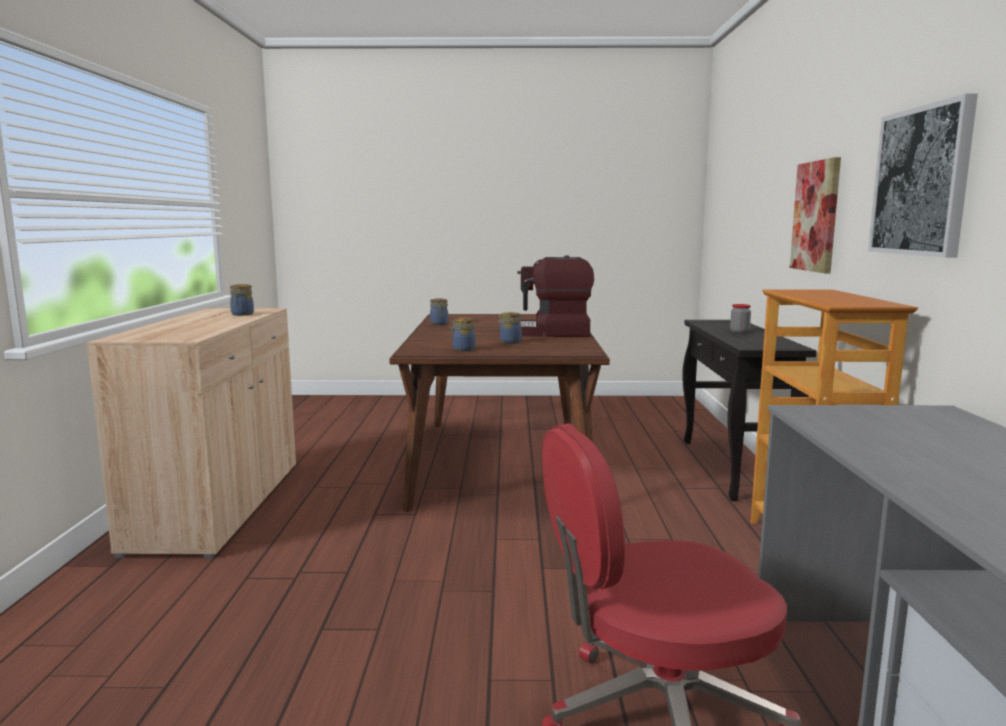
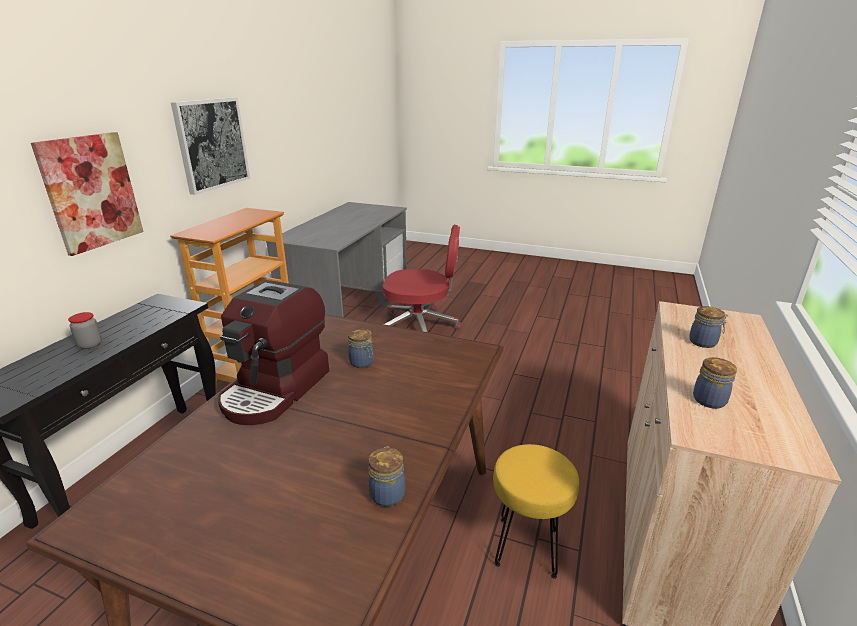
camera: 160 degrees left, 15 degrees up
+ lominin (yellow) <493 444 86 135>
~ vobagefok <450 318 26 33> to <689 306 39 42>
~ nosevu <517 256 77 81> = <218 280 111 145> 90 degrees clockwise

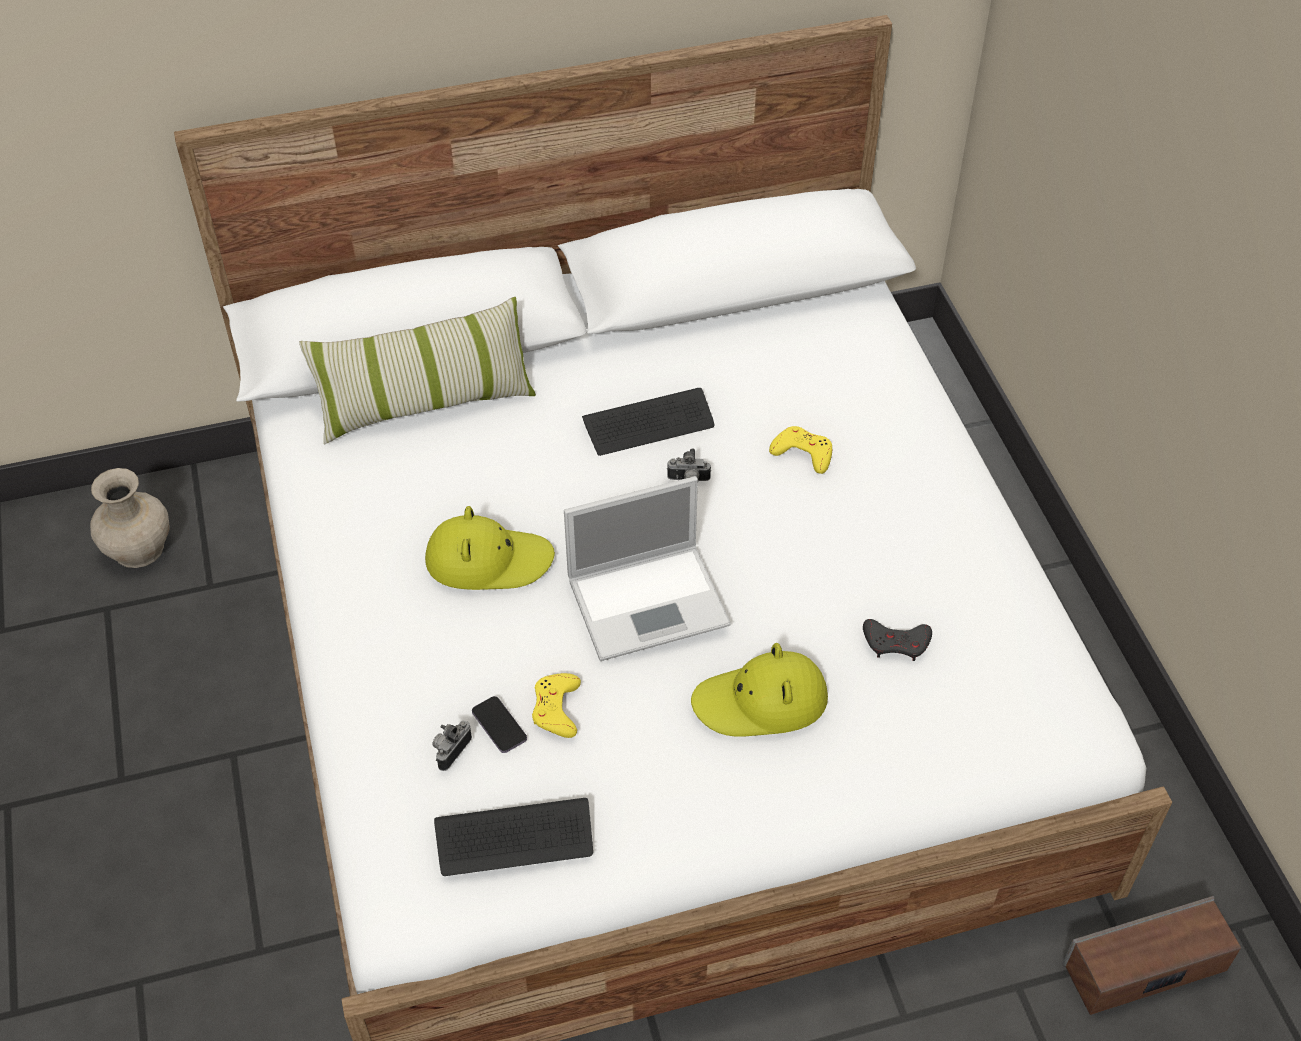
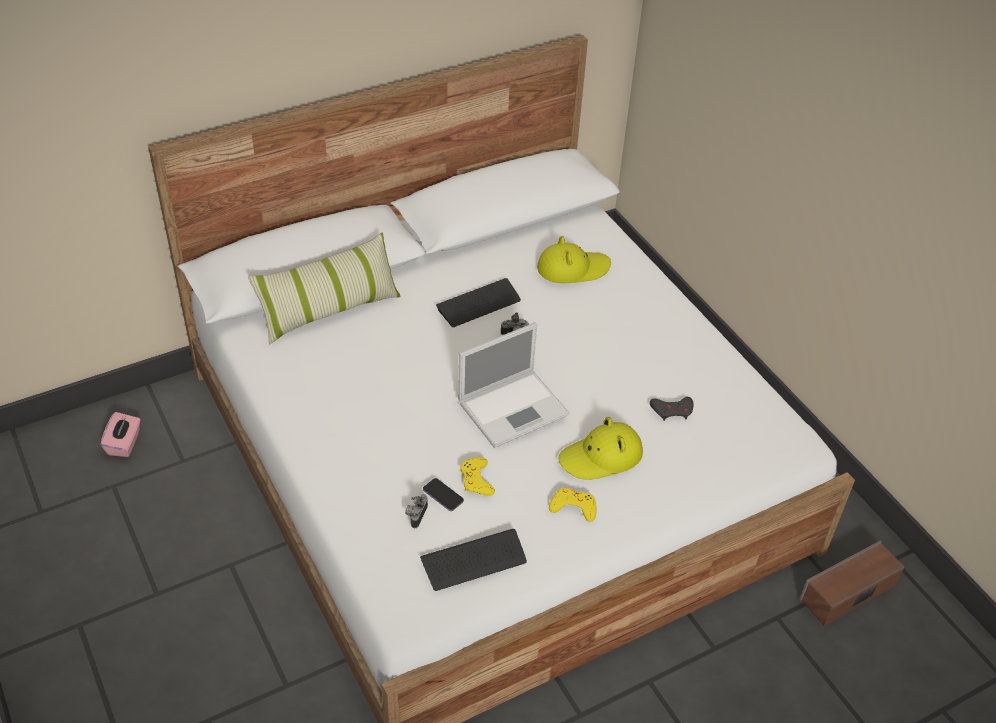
camera: 15 degrees left, 5 degrees down
~ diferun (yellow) <425 506 130 84> to <537 236 74 47>
~ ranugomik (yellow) <769 426 63 48> to <549 488 47 34>
~ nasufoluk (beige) <90 468 80 100> to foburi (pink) <101 412 40 45>

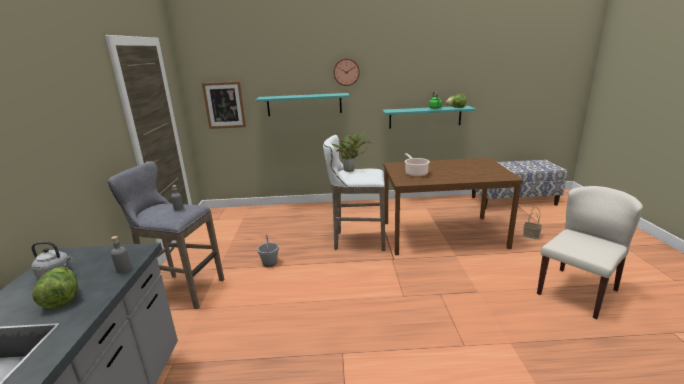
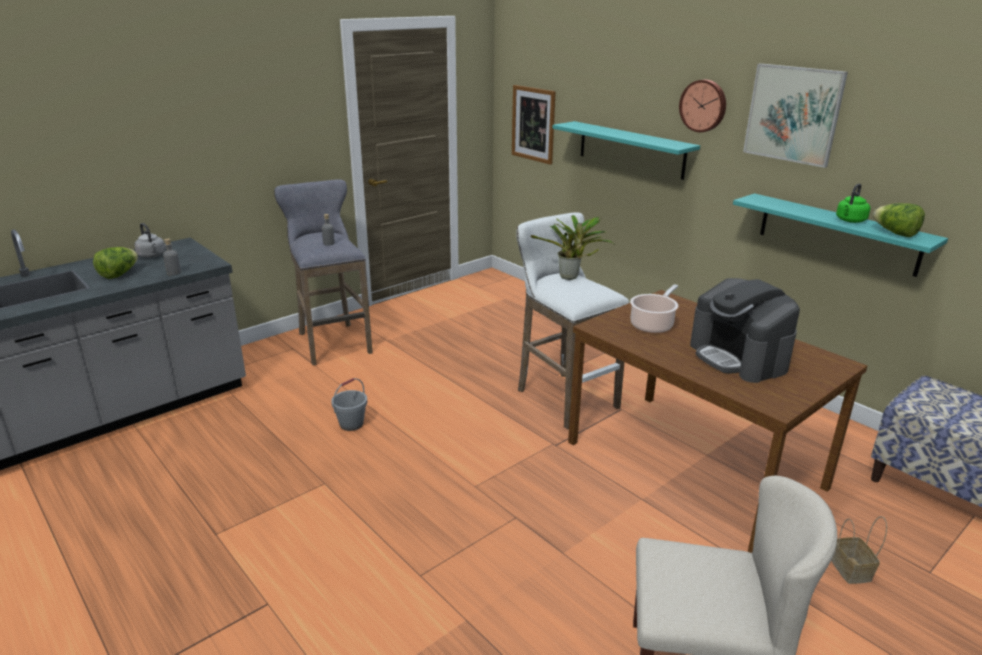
camera: 50 degrees right, 5 degrees up
+ nosevu <690 278 110 105>
+ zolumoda <743 63 105 105>
~ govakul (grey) <257 234 22 33> to <331 378 37 53>

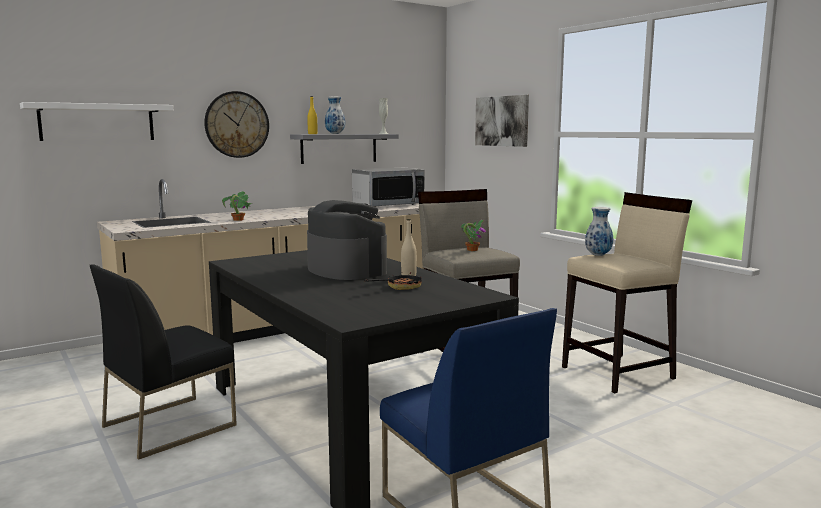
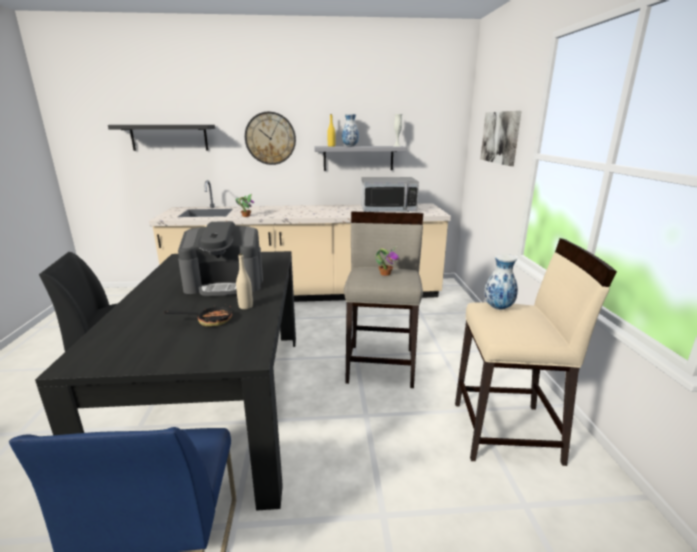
camera: 30 degrees right, 10 degrees up
~ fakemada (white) <20 102 153 39> to fakemada (black) <108 125 107 26>
~ nosevu <307 200 80 80> = <178 221 85 75> 90 degrees clockwise

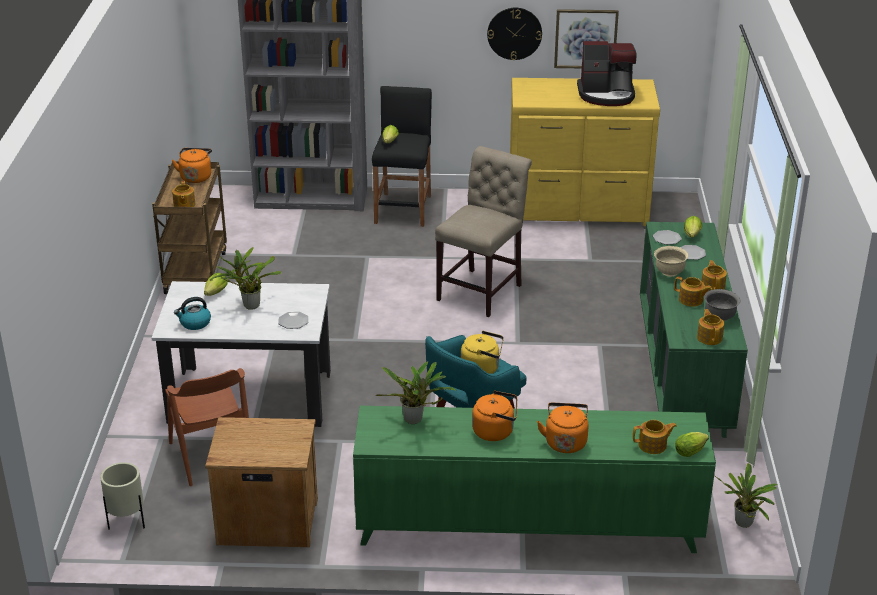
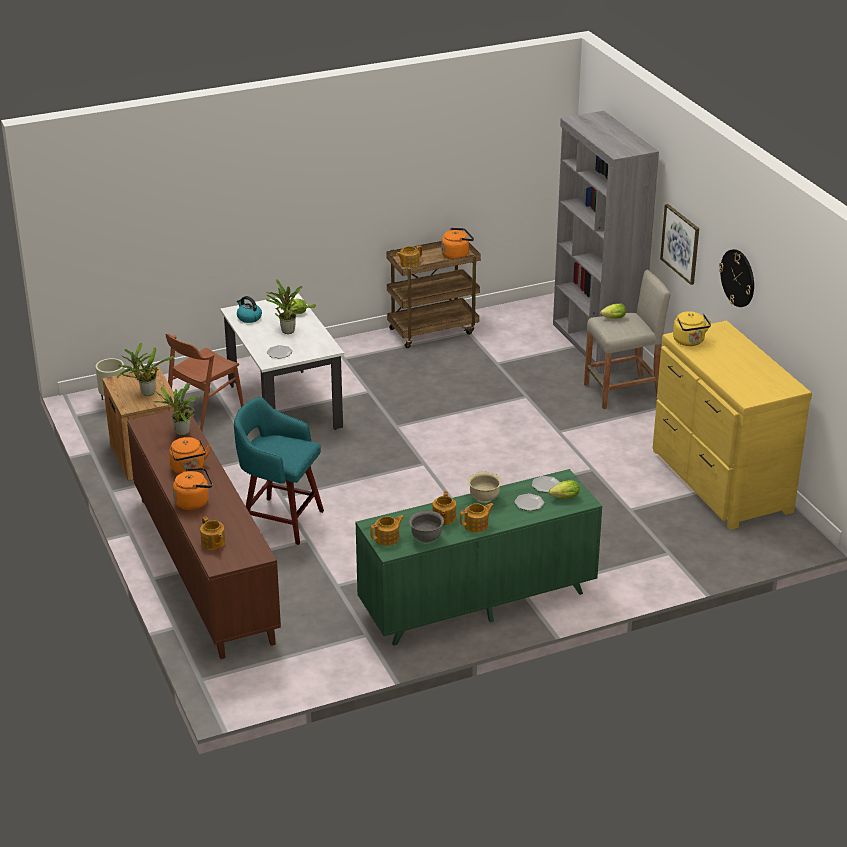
camera: 65 degrees right, 0 degrees up
- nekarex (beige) <435 146 97 171>
- nosevu <577 41 60 65>
- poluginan <675 432 34 25>
~ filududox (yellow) <461 331 43 43> to <673 311 38 35>
~ zolumoda <554 9 65 59> to <660 204 39 81>
~ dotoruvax <714 463 64 65> to <117 342 58 54>
~ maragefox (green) <353 406 363 147> to maragefox (brown) <127 409 154 250>
~ lominin (black) <372 86 60 141> to lominin (beige) <584 270 87 139>

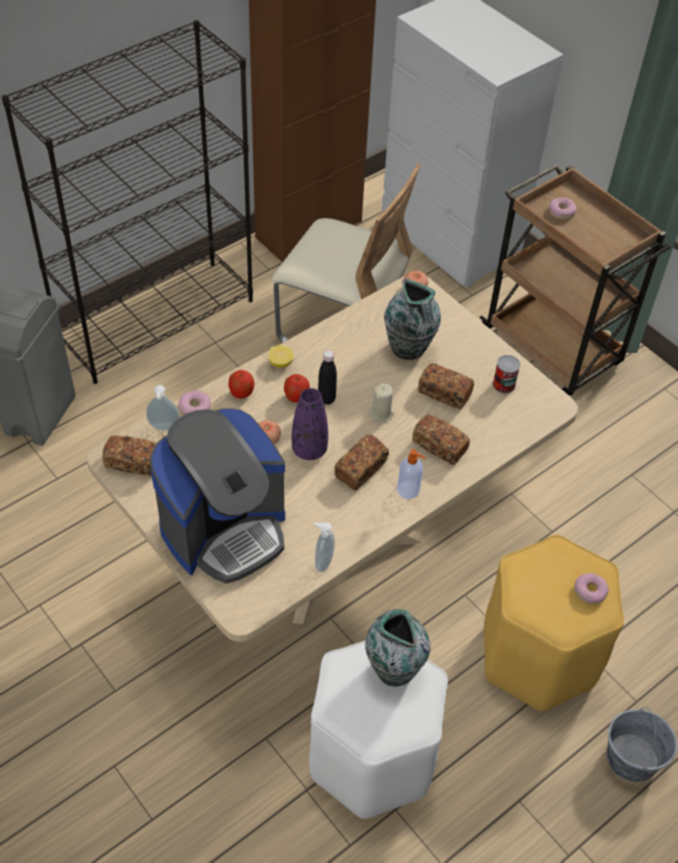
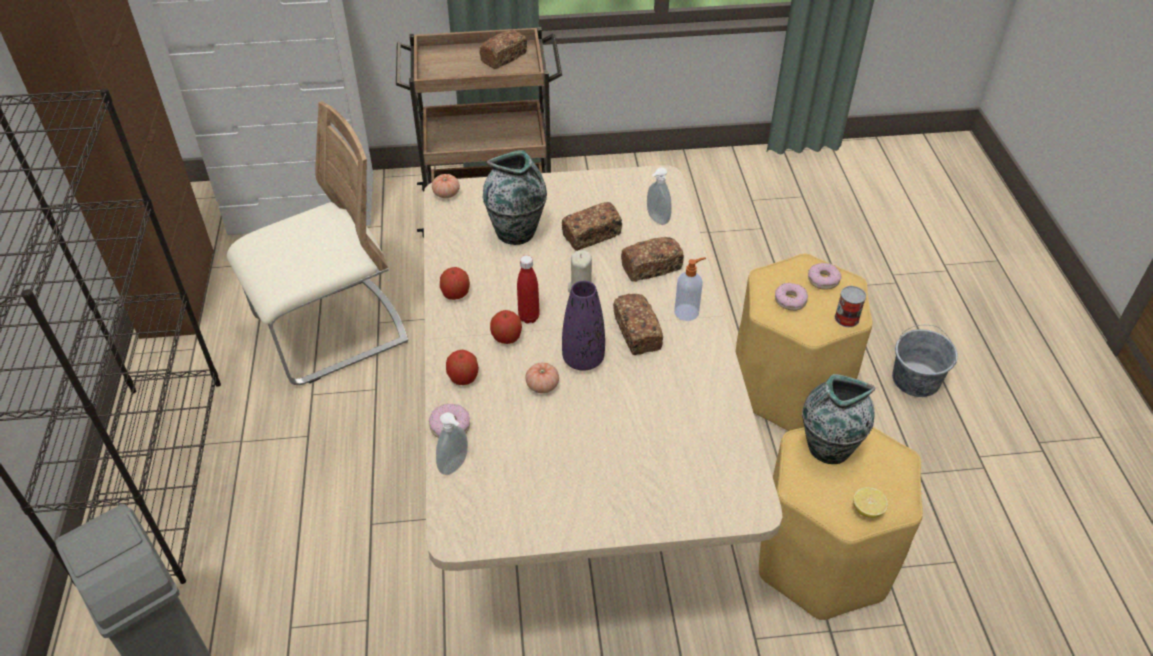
camera: 55 degrees left, 5 degrees down
- nosevu <150 408 135 176>
+ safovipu <440 267 30 33>
~ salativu <102 436 55 40> to <479 30 48 39>
~ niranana <268 345 26 22> to <853 487 35 31>
~ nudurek <314 522 21 50> to <647 167 24 58>
~ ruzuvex <493 355 27 38> to <835 286 31 41>
~ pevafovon <549 197 28 23> to <775 283 33 28>
~ lominin (white) <309 640 139 179> to lominin (yellow) <759 427 164 193>
~ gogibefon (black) <318 350 19 55> to gogibefon (red) <517 255 23 69>

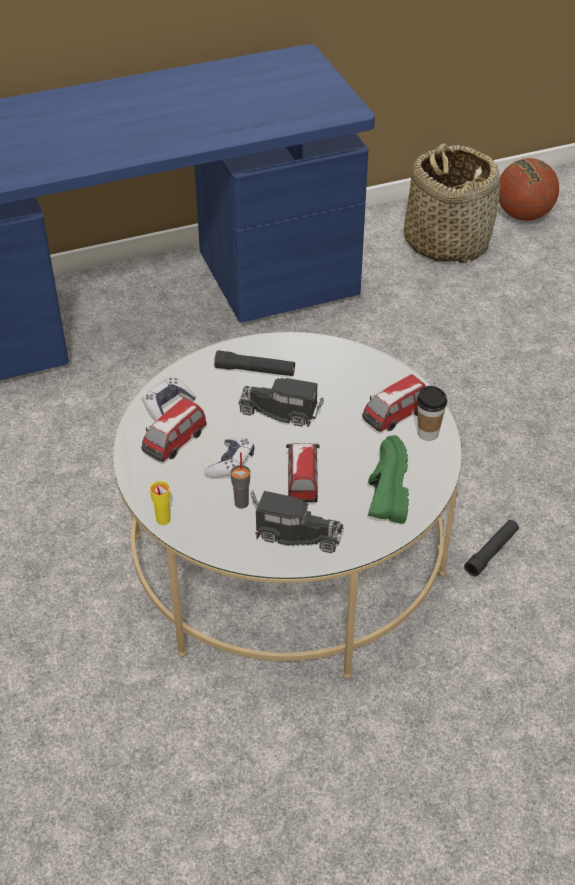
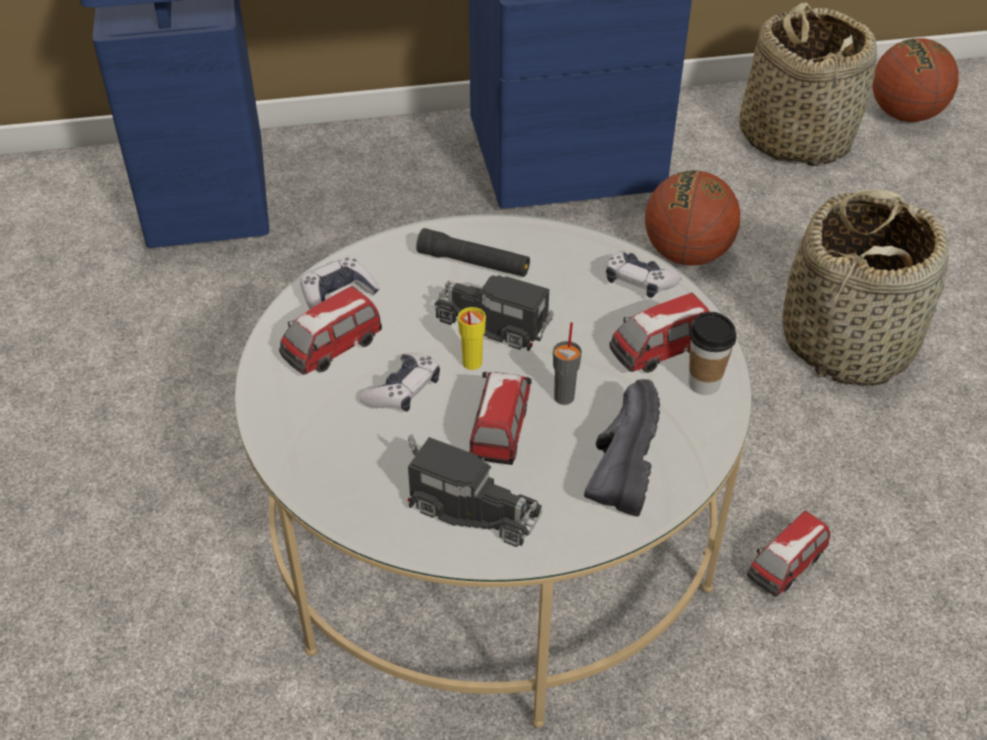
camera: 10 degrees right, 0 degrees up
+ ranugomik <606 251 75 47>
+ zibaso <645 170 96 96>
+ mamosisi <782 190 167 196>
~ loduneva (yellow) <150 481 21 44> to <458 307 28 63>
~ loduneva (grey) <231 452 19 57> to <553 322 29 83>
~ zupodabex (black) <464 520 55 57> to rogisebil <747 511 83 86>
~ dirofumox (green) <368 435 41 89> to dirofumox (black) <584 379 76 138>

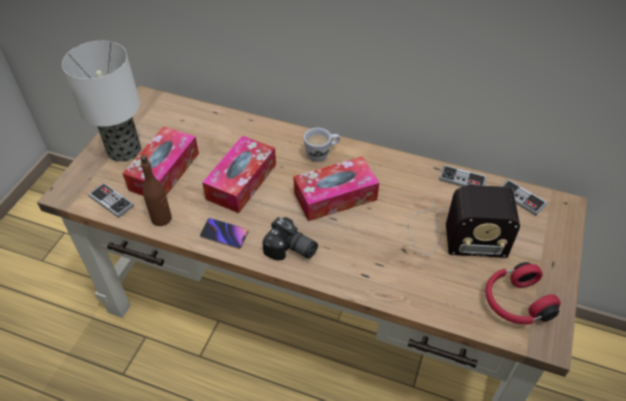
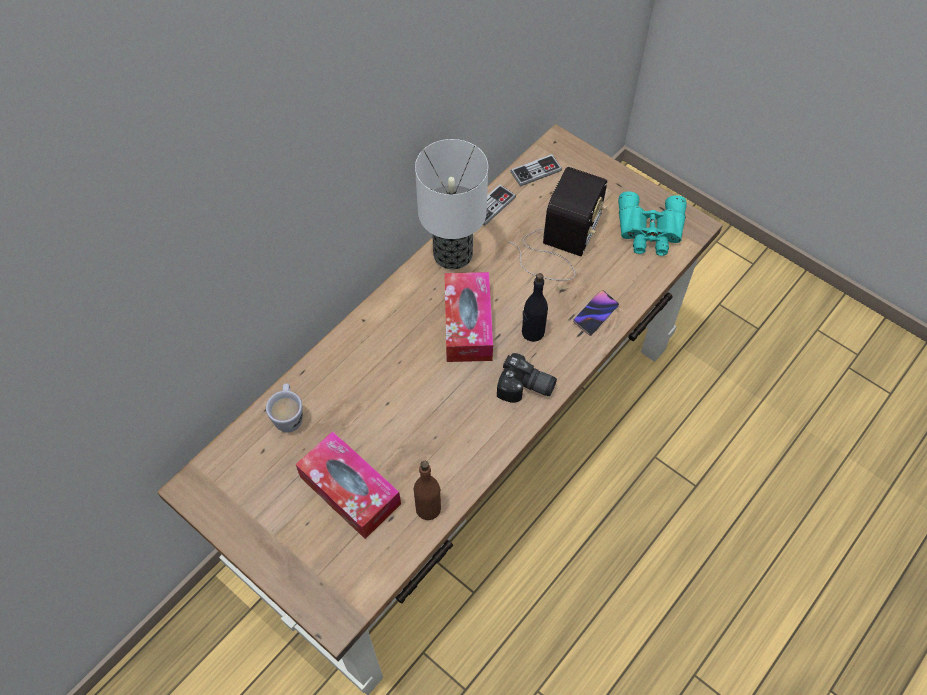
camera: 70 degrees left, 10 degrees up
- ranugomik <88 183 46 35>
- foburi <202 136 74 77>
+ gogibefon (black) <522 273 26 69>
~ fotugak <62 41 79 121> to <415 139 73 130>
~ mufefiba <200 218 48 31> to <573 290 46 46>
~ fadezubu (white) <304 128 36 34> to <266 383 37 49>
~ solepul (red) <485 262 76 62> to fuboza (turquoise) <618 191 69 65>
~ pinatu <262 217 56 44> = <497 353 60 50> 60 degrees clockwise

